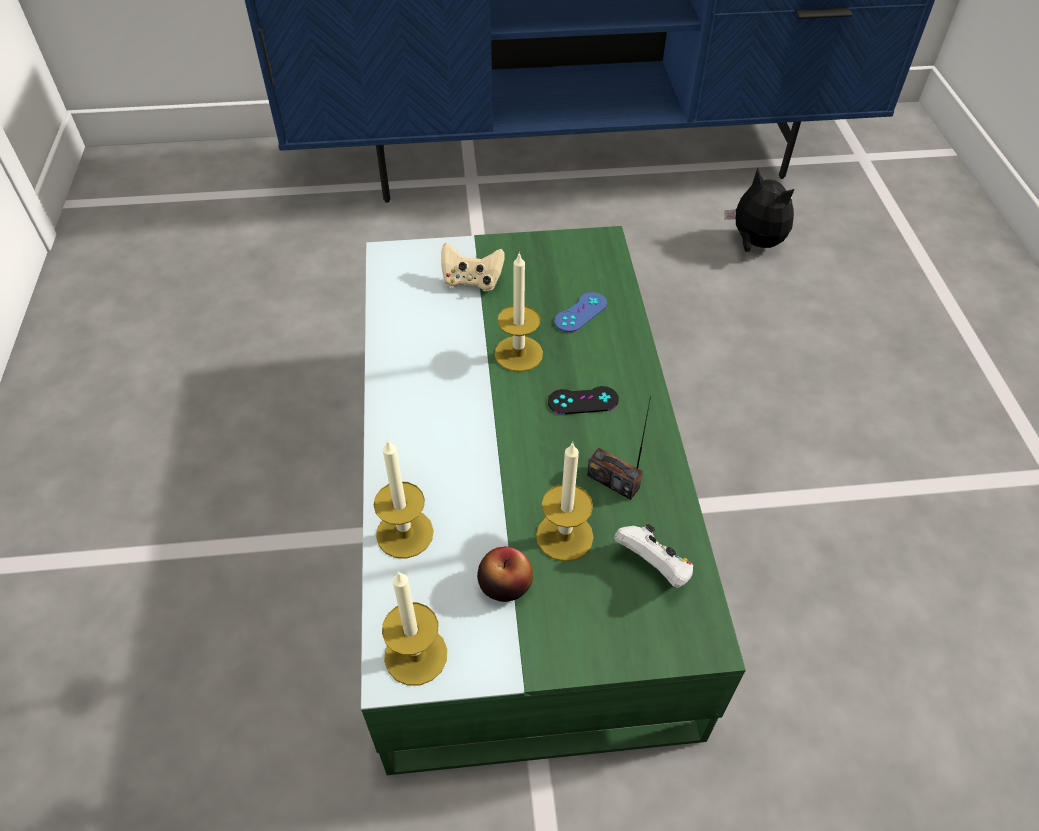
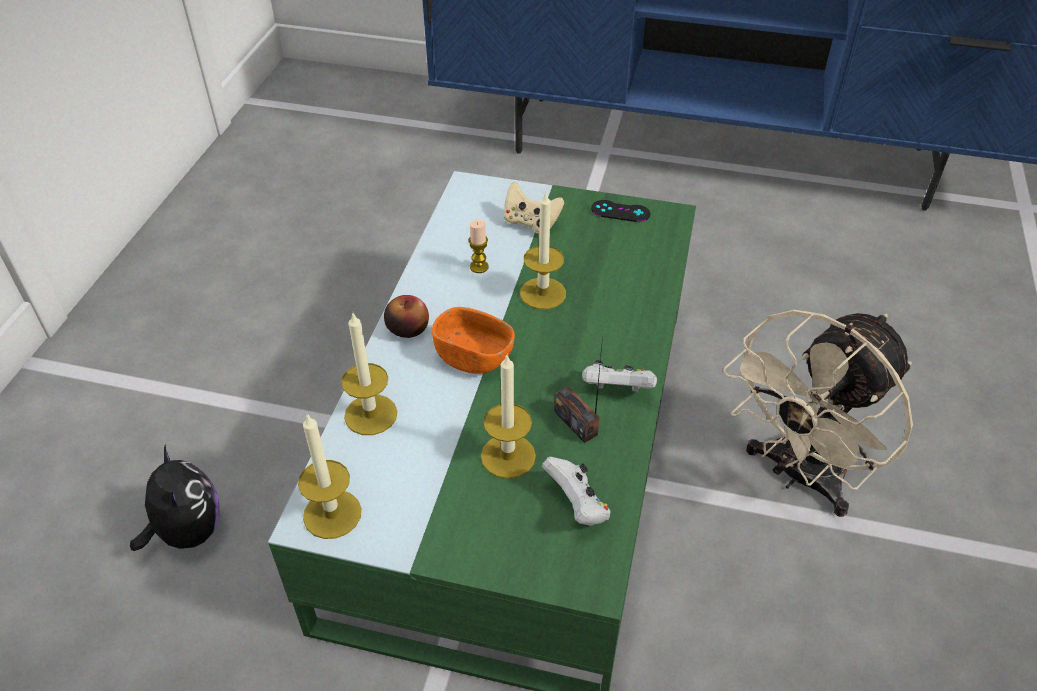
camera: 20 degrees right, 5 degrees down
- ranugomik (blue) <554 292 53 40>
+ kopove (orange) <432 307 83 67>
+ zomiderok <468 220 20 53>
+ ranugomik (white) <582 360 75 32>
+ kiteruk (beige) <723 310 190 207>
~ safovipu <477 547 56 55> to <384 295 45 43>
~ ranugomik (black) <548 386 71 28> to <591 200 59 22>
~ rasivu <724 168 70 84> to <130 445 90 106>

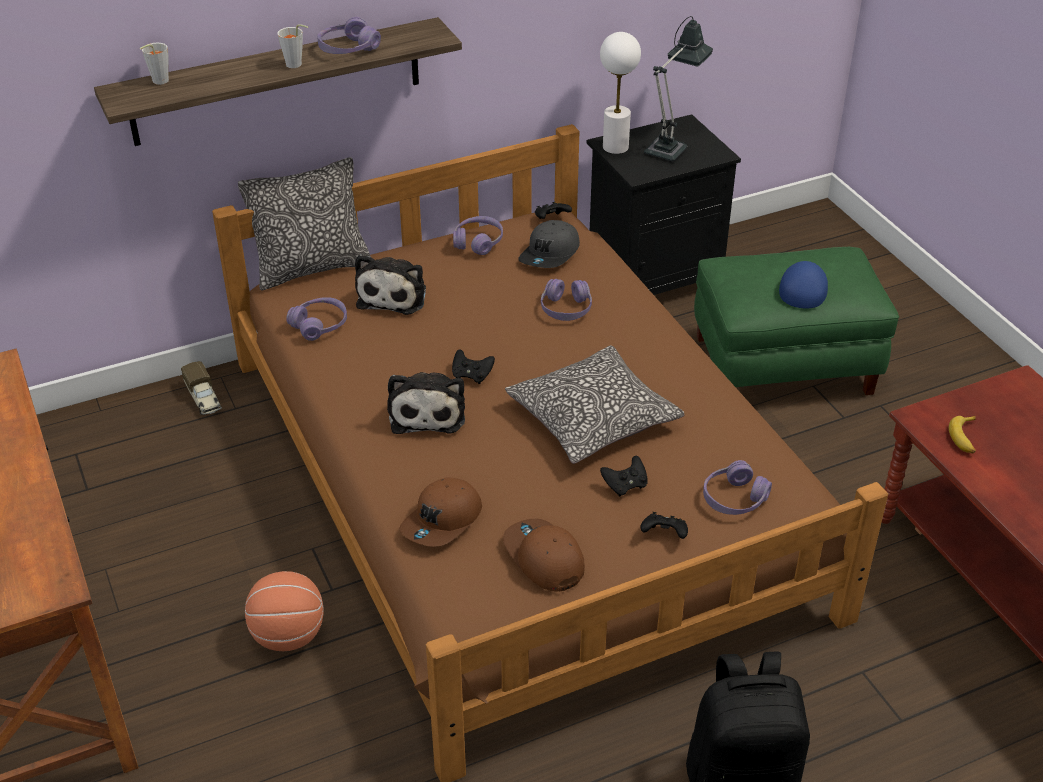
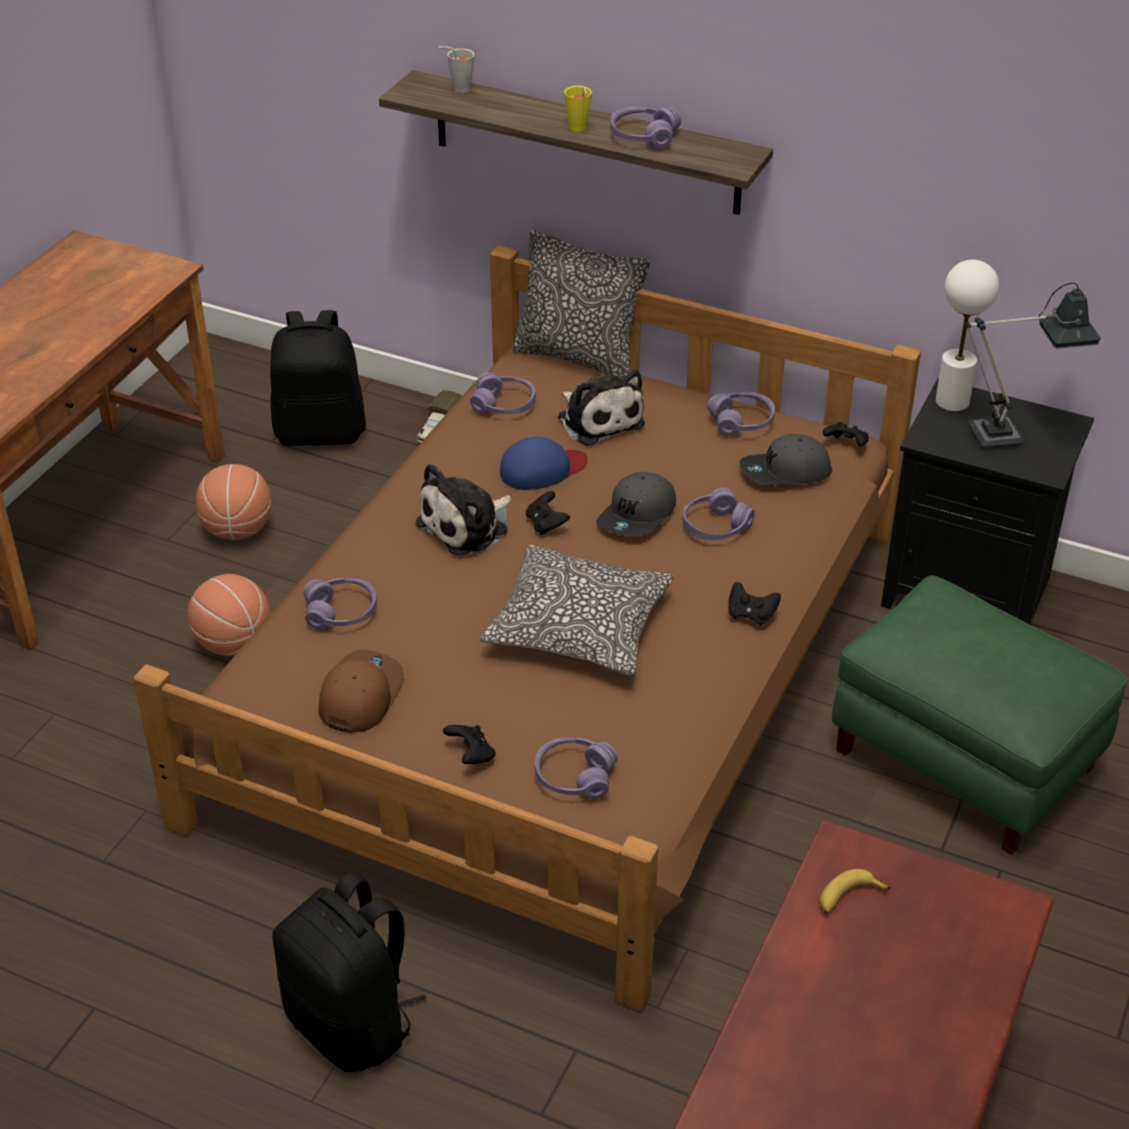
camera: 50 degrees right, 0 degrees up
+ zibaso <196 464 75 76>
+ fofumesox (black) <270 310 96 136>
+ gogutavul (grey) <596 472 80 65>
~ ranugomik (black) <600 456 48 41> to <728 582 53 44>
~ gogutavul (blue) <779 261 49 48> to <500 437 88 53>
~ gogutavul (brown) <399 477 83 70> to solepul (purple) <303 578 74 51>
~ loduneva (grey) <277 24 31 44> to loduneva (yellow) <564 86 28 46>
~ rasivu <355 254 71 61> = <558 370 87 76> 90 degrees counterclockwise

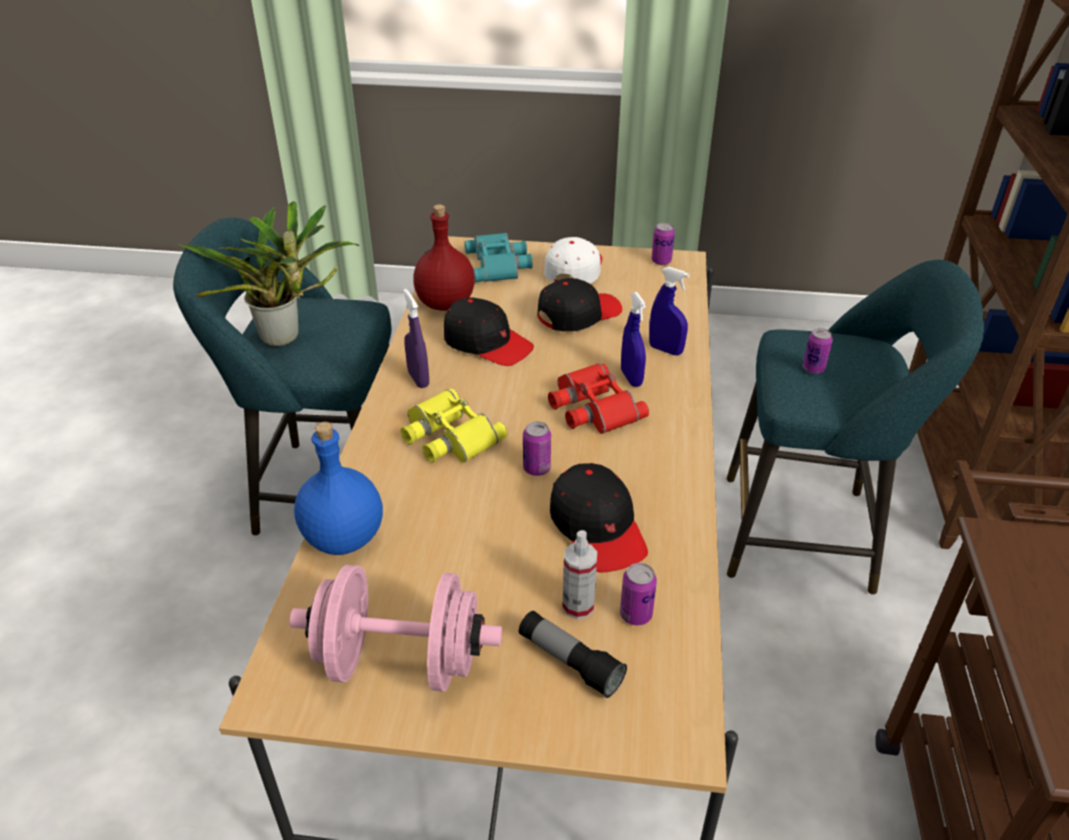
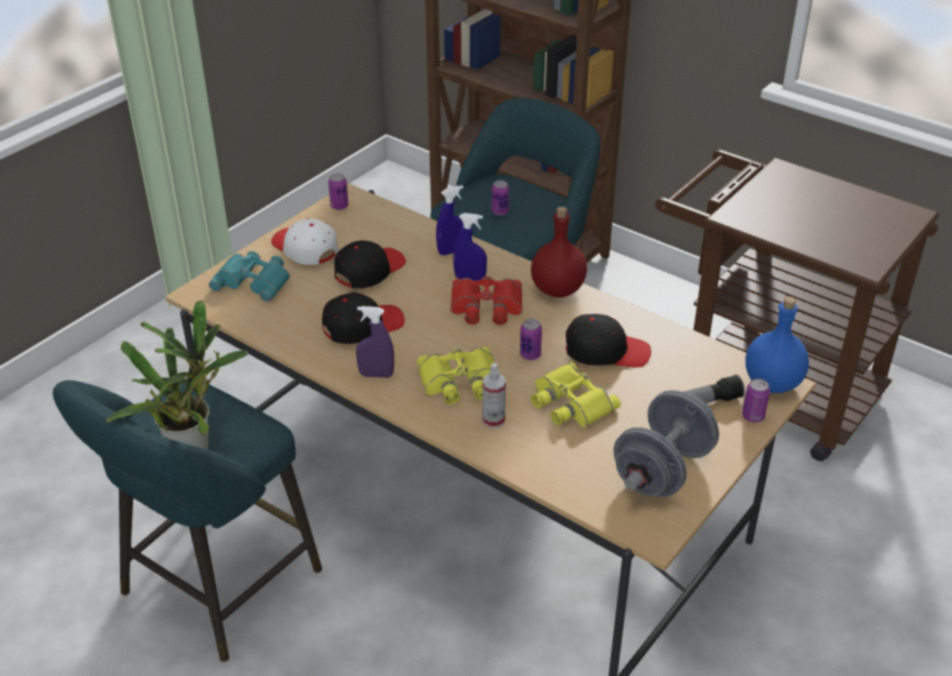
camera: 60 degrees left, 0 degrees up
+ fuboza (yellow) <531 362 90 65>
~ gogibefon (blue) <294 422 89 133> to <745 296 64 97>
~ gogibefon (red) <413 204 62 107> to <531 207 56 91>
~ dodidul <562 530 35 89> to <482 363 24 65>
~ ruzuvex <620 563 37 62> to <742 379 28 44>
~ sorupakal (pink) <289 565 213 127> to sorupakal (grey) <614 390 105 107>
~ gogutavul (black) <537 278 85 54> = <334 240 72 48> 45 degrees clockwise

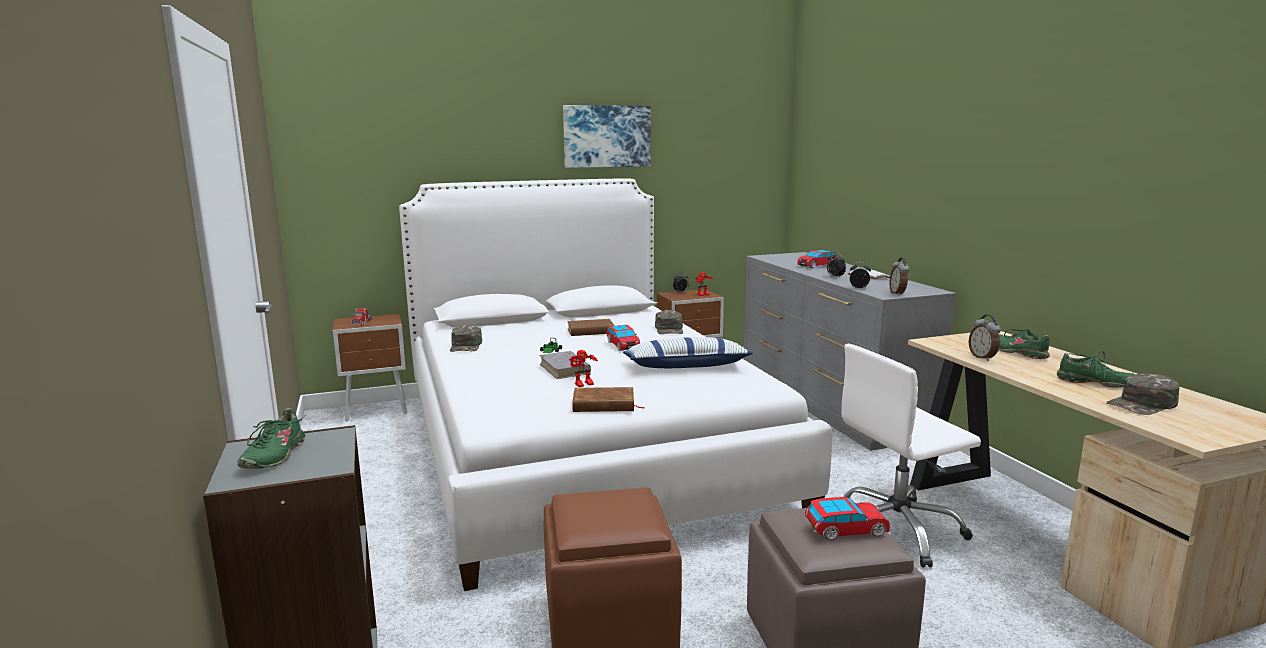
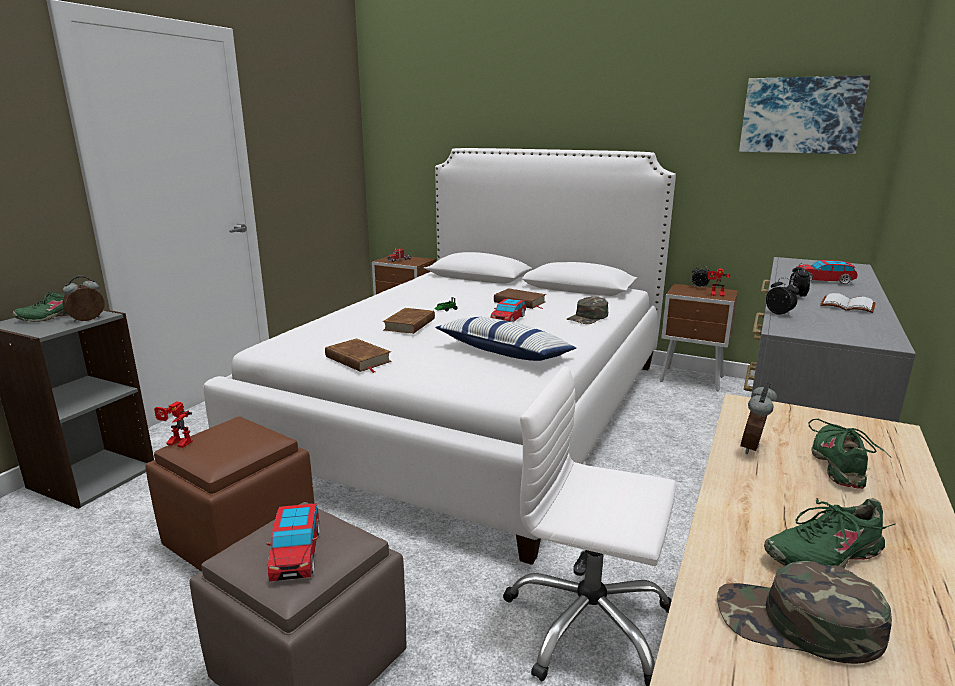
camera: 45 degrees right, 5 degrees up
- gogutavul (green) <450 325 32 27>
~ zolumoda <563 105 88 63> to <739 75 132 79>
~ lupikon <569 350 29 37> to <154 401 39 47>
~ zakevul <889 258 21 38> to <63 276 41 46>
~ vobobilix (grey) <539 351 52 28> to vobobilix (brown) <383 308 52 26>
~ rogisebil <805 497 85 43> = <267 503 53 78> 45 degrees clockwise
~ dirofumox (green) <1057 351 79 37> = <764 498 131 71> 90 degrees clockwise

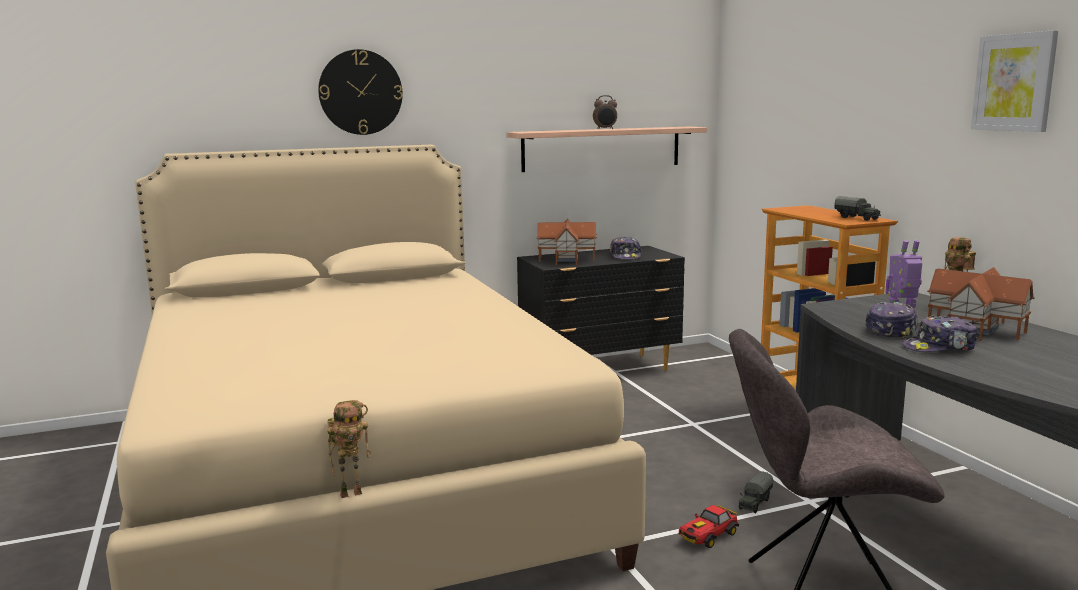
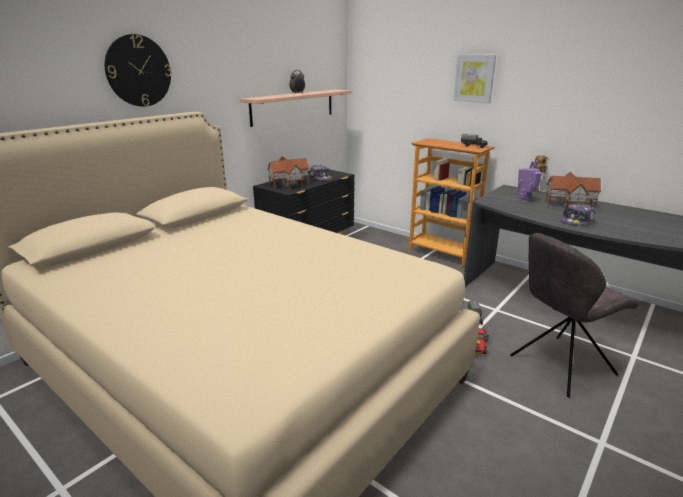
camera: 30 degrees left, 10 degrees up
- lupikon <327 400 44 98>
- gogutavul <865 301 54 38>
~ zolumoda <971 30 87 102> to <454 55 42 48>

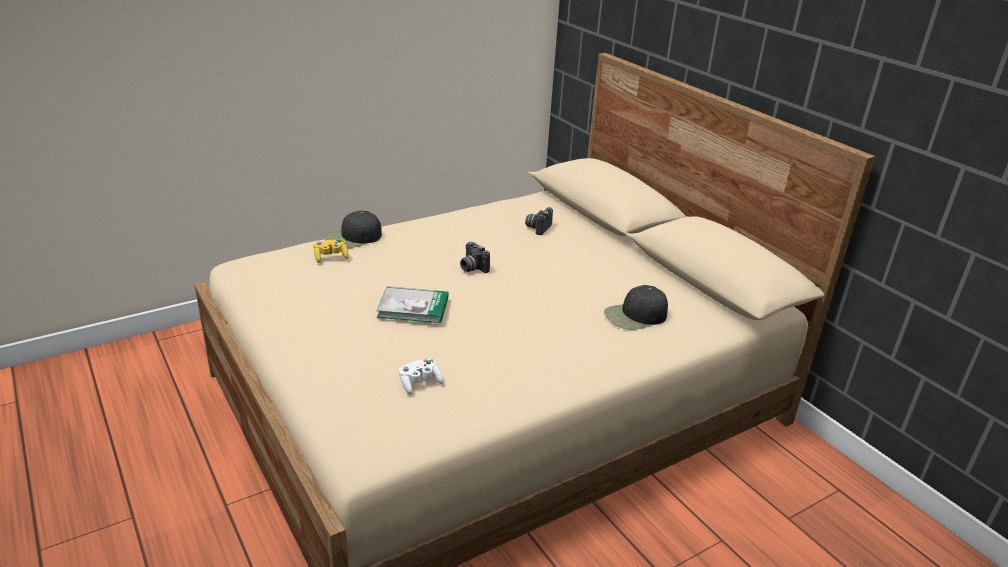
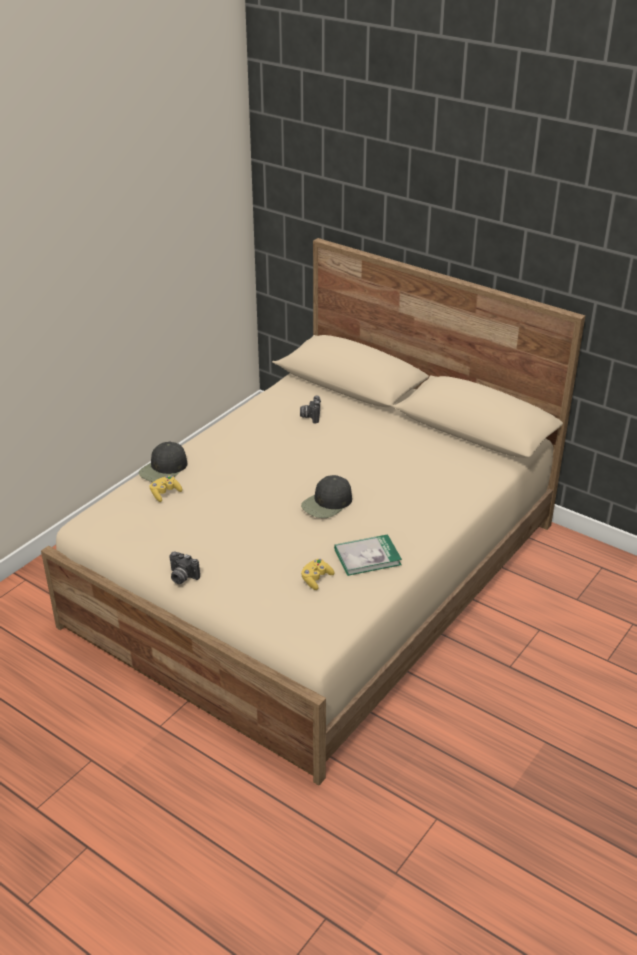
camera: 20 degrees left, 5 degrees up
~ vobobilix <377 286 71 37> to <334 534 68 42>
~ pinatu <460 242 30 31> to <169 552 31 32>
~ gogutavul (black) <604 285 64 45> to <301 475 51 43>
~ ranugomik (white) <399 359 44 36> to ranugomik (yellow) <301 559 34 31>

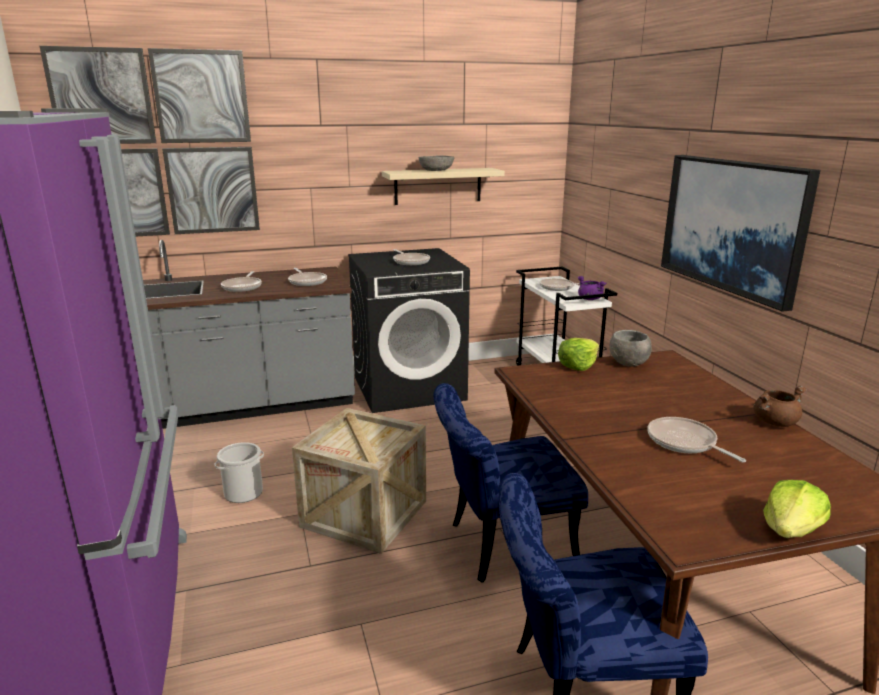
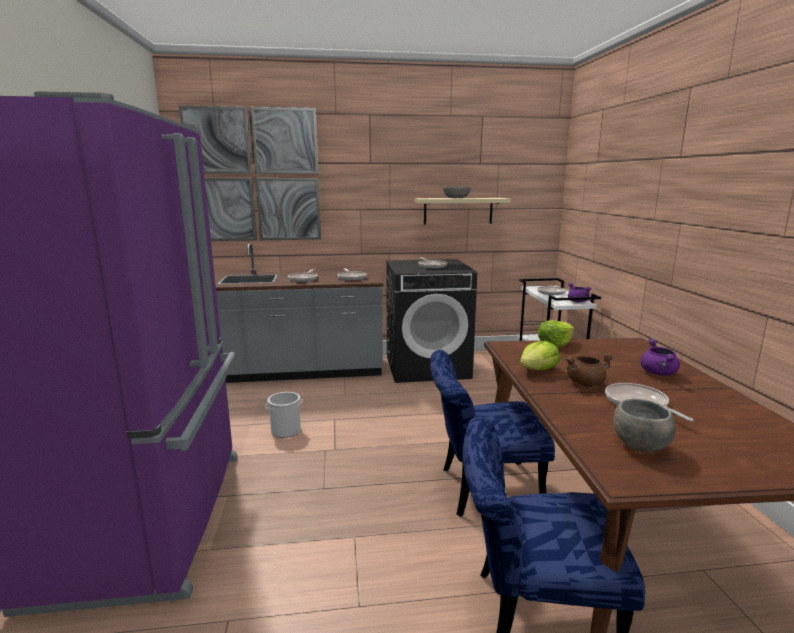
camera: 10 degrees right, 5 degrees down
- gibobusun <292 408 134 146>
- zolumoda <661 155 159 157>
+ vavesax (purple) <640 339 40 37>
~ kopove (grey) <610 330 42 37> to <613 399 62 53>
~ vavesax (brown) <753 386 54 41> to <566 354 48 33>
~ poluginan <763 480 68 58> to <520 341 40 29>

